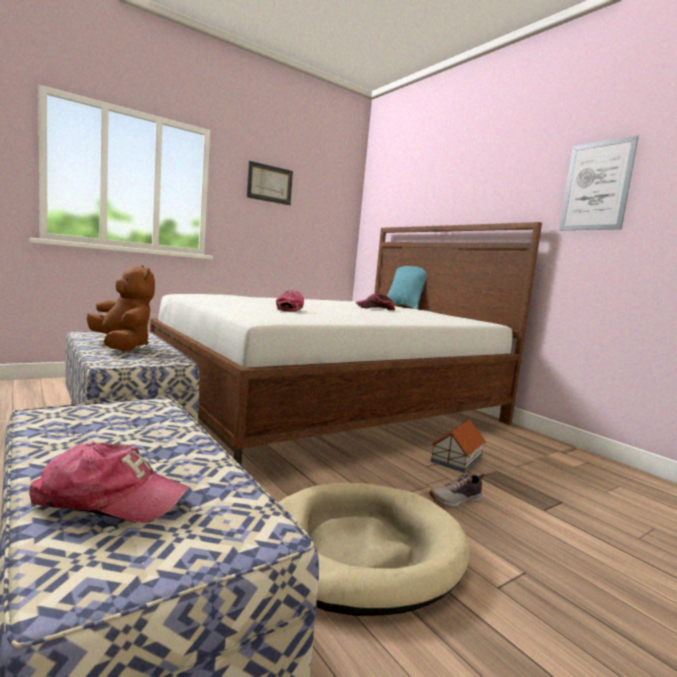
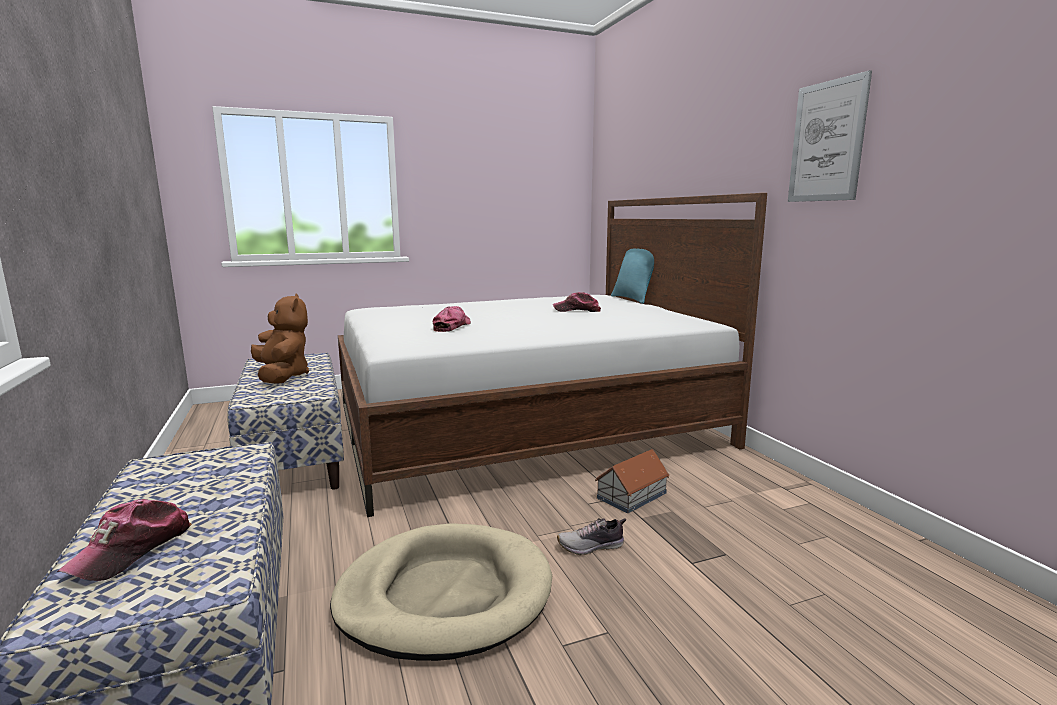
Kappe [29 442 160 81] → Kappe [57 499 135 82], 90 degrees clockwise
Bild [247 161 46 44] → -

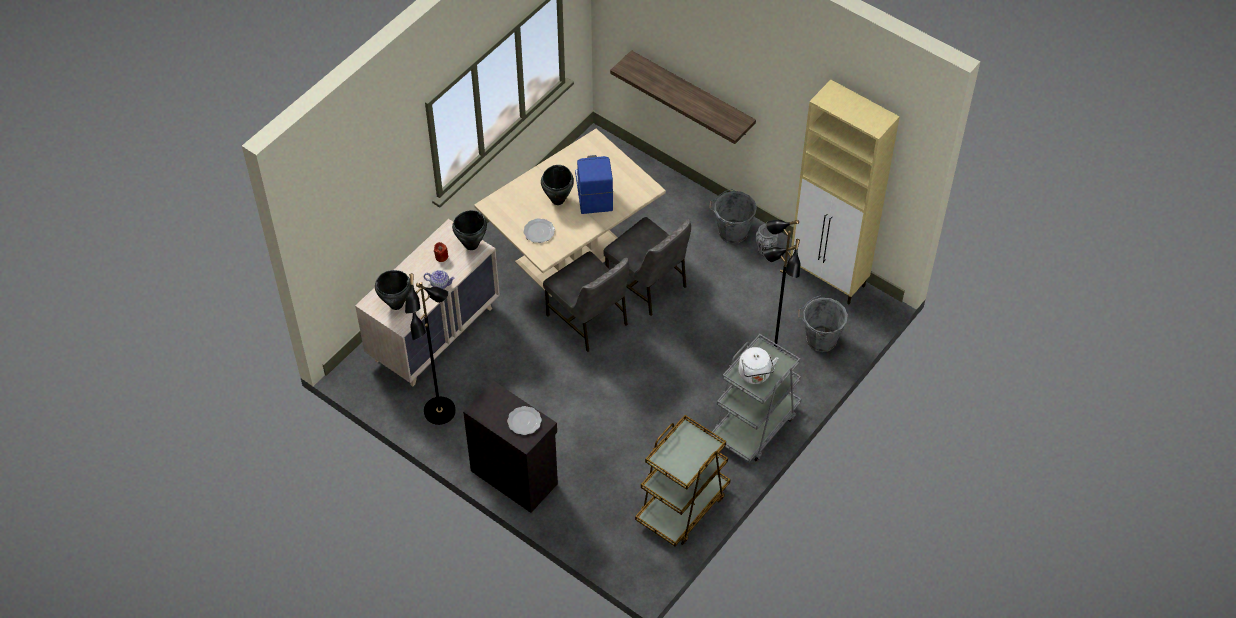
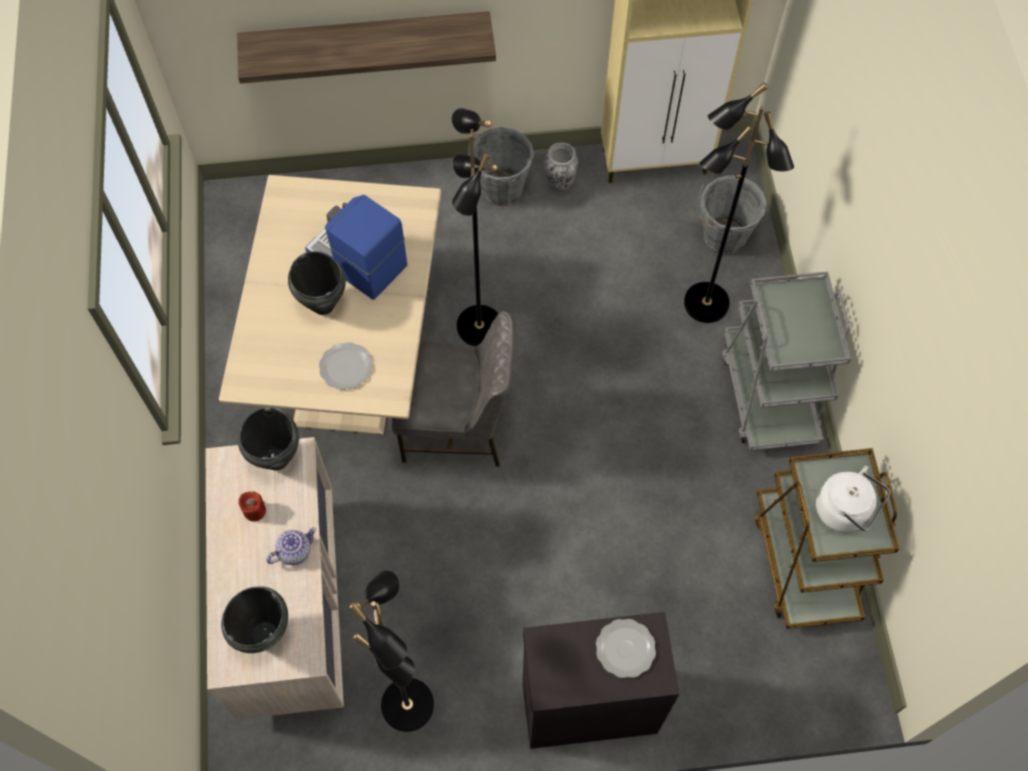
Stuhl/grau [603 217 88 99] → Stehlampe/schwarz [452 108 46 238]
Wasserkessel/weiß [739 347 39 37] → Wasserkessel/weiß [816 466 74 66], shifted

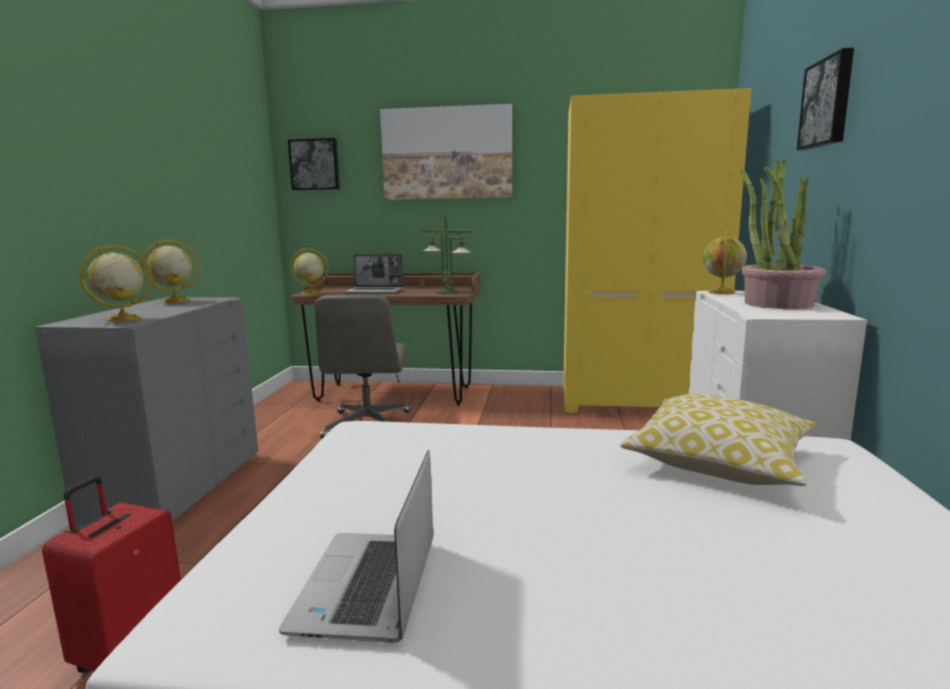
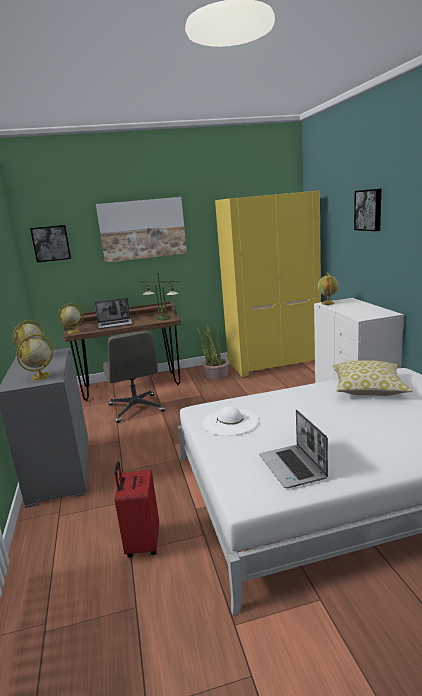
Topfpflanze [741 159 85 150] → Topfpflanze [196 325 34 54], shifted
- → Hut/weiß [203 406 56 30]

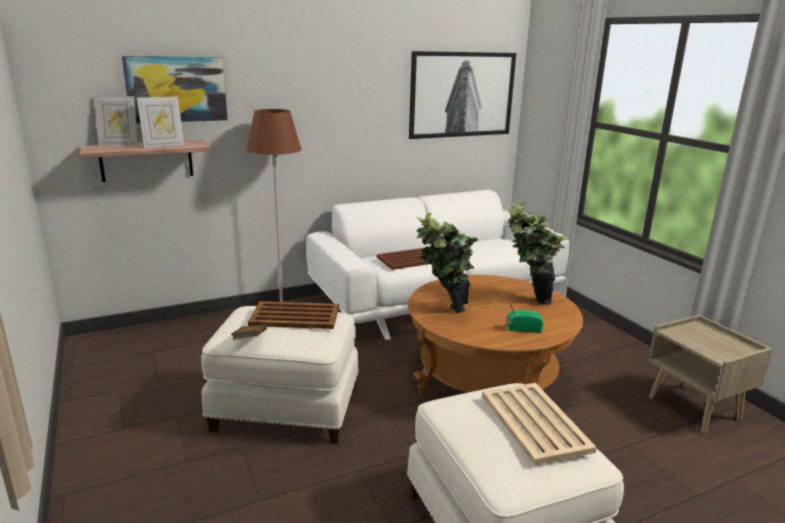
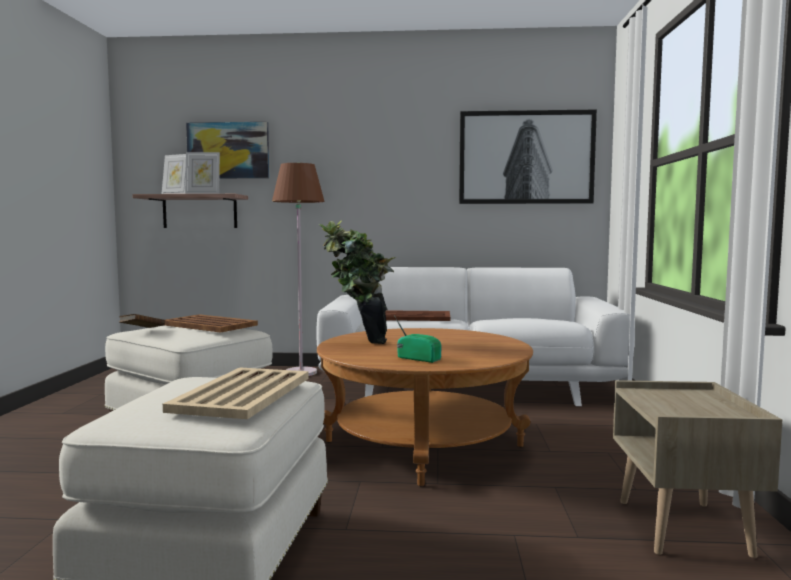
Topfpflanze [506 202 63 103] → -

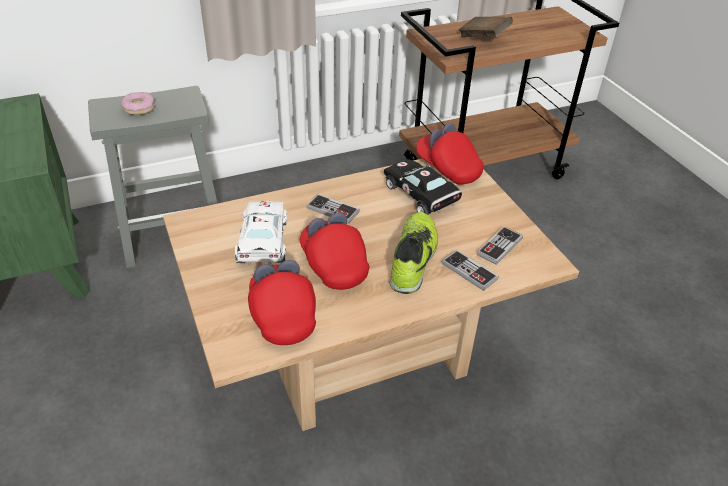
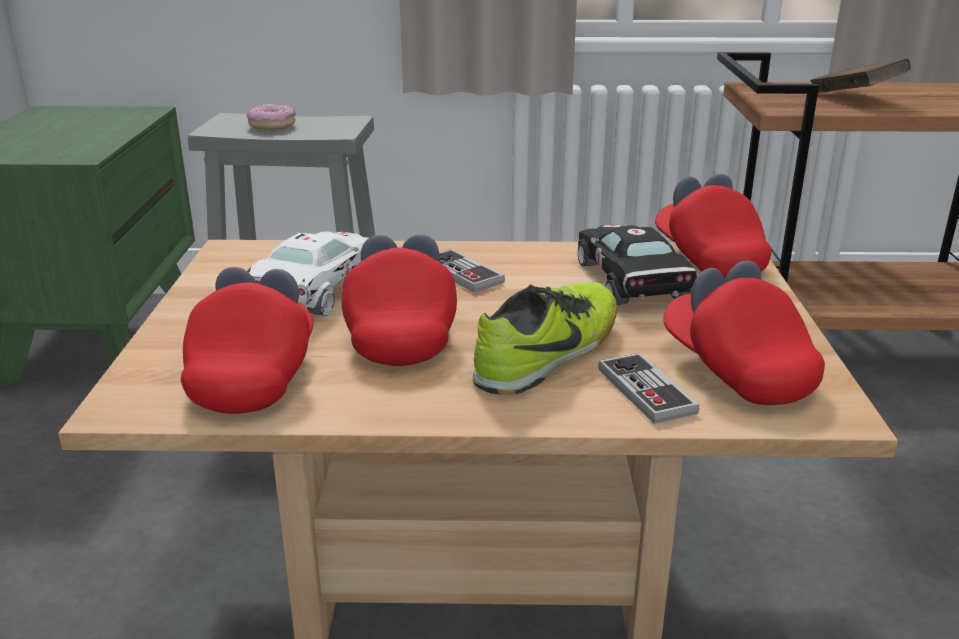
Gamepad [477 226 46 39] → Kappe/rot [663 260 162 145]

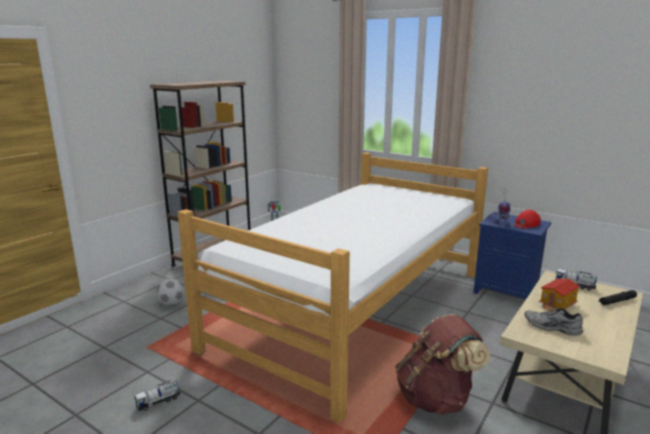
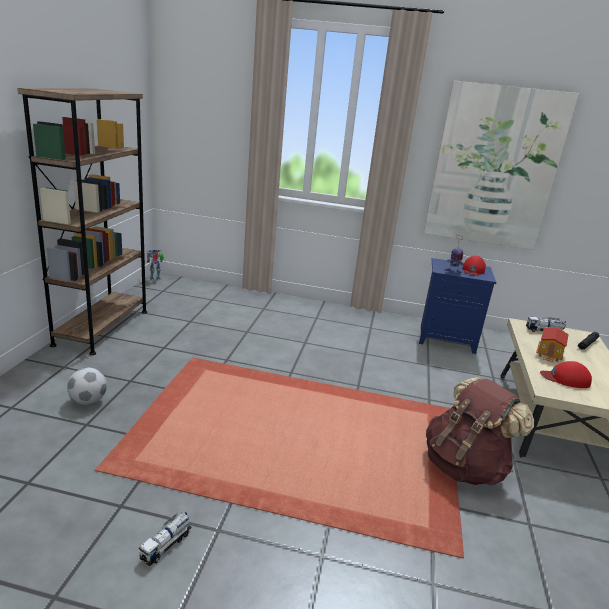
- → Bild [424 81 155 169]
Schuh/grau [524 308 59 28] → Kappe/rot [540 361 52 27]
Bett [178 152 310 271] → -

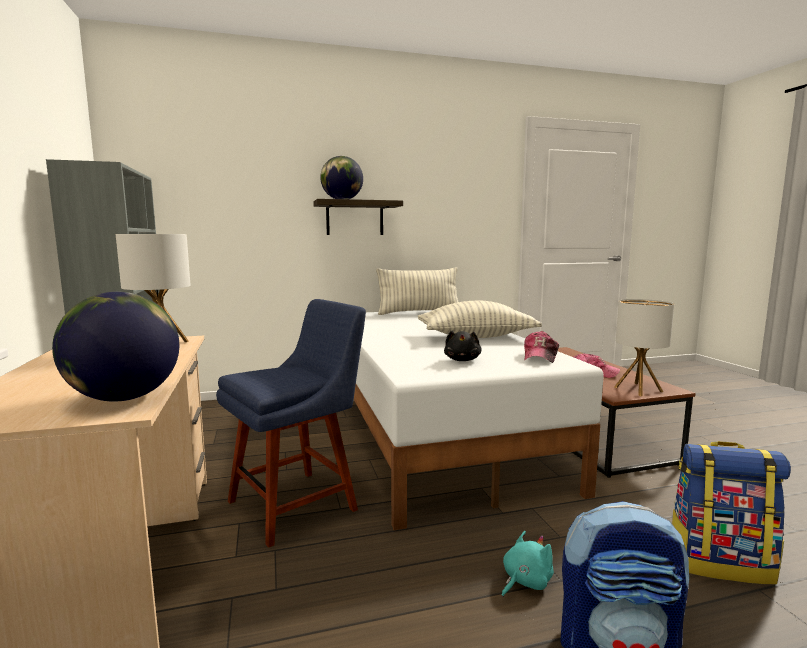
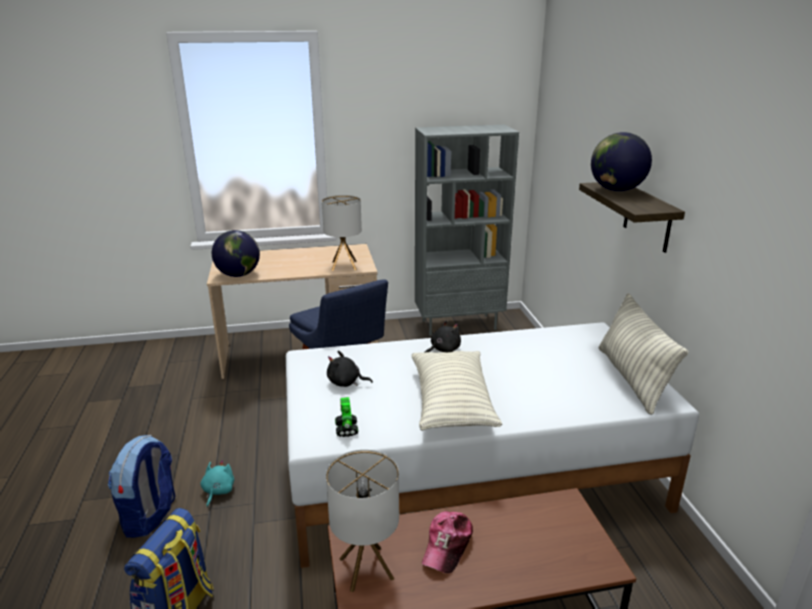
Plüschtier/türkis [502 531 52 66] → Plüschtier/türkis [200 460 34 48], 135 degrees counterclockwise
Kappe [524 331 35 32] → Spielzeugroboter [335 397 23 40]
- → Plüschtier/schwarz [424 320 37 33]

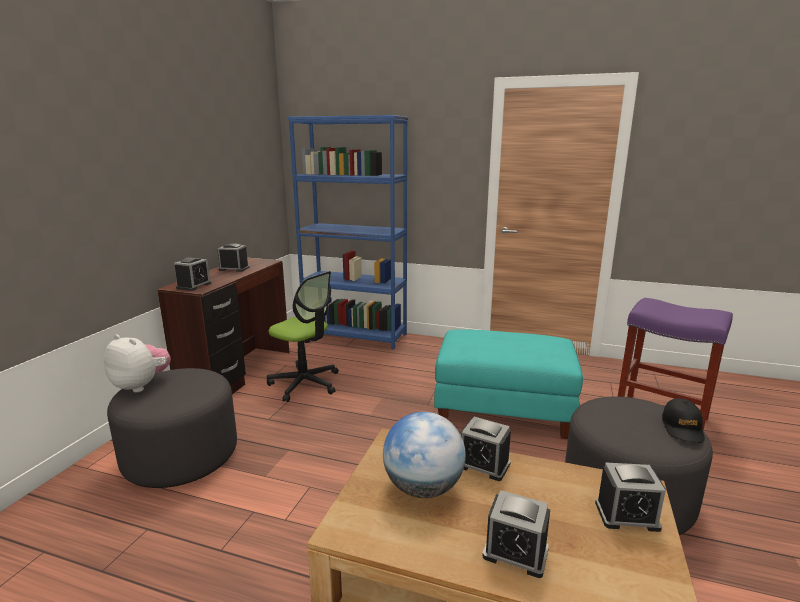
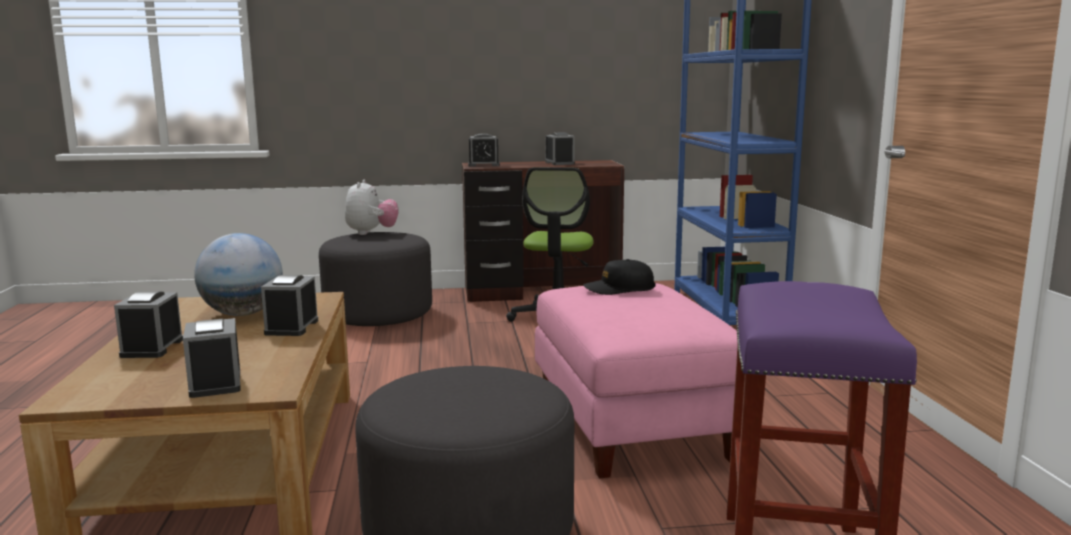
Polsterhocker/türkis [434 329 149 110] → Polsterhocker/rosa [535 283 203 196]
Kappe/schwarz [662 398 43 45] → Kappe/schwarz [583 259 73 36], shifted

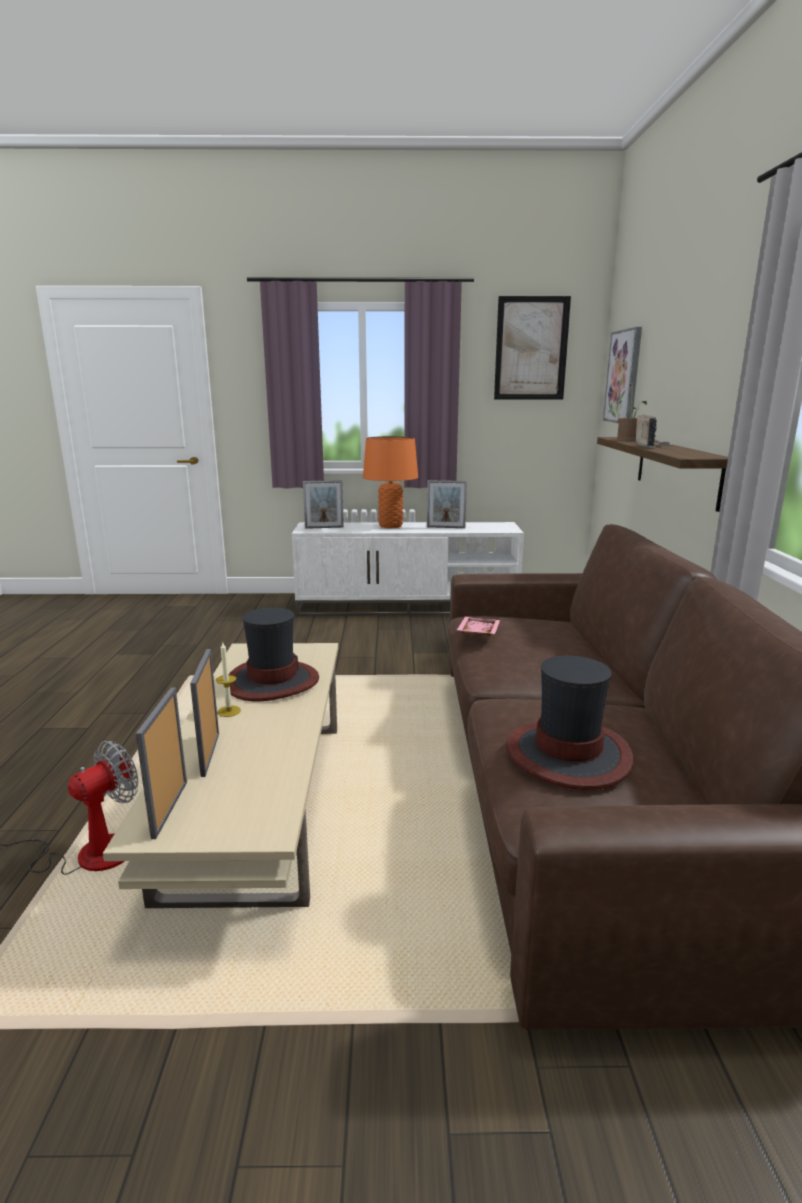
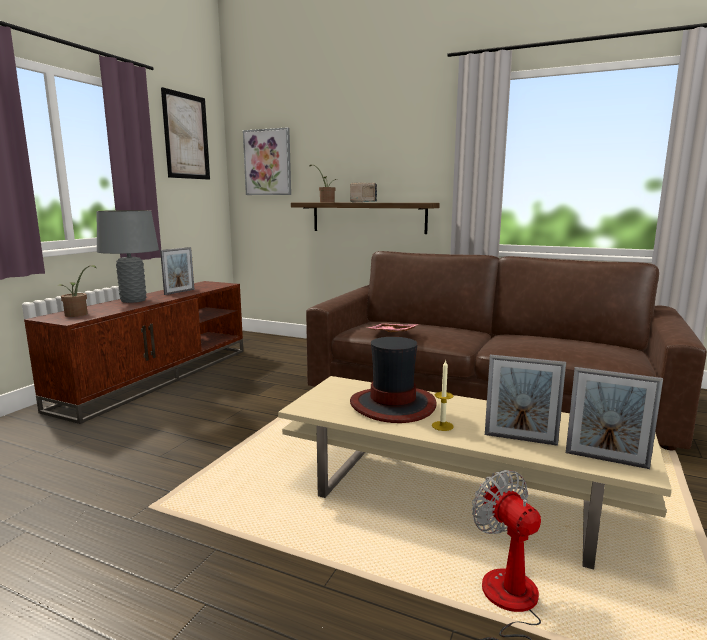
Fernsehschrank/weiß [292 522 232 94] → Fernsehschrank/braun [24 281 220 143]
Bilderrahmen [303 480 41 49] → Topfpflanze [55 265 41 52]
Tischlampe/orange [363 436 55 92] → Tischlampe/grau [97 210 62 93]
Hut [506 656 128 134] → -

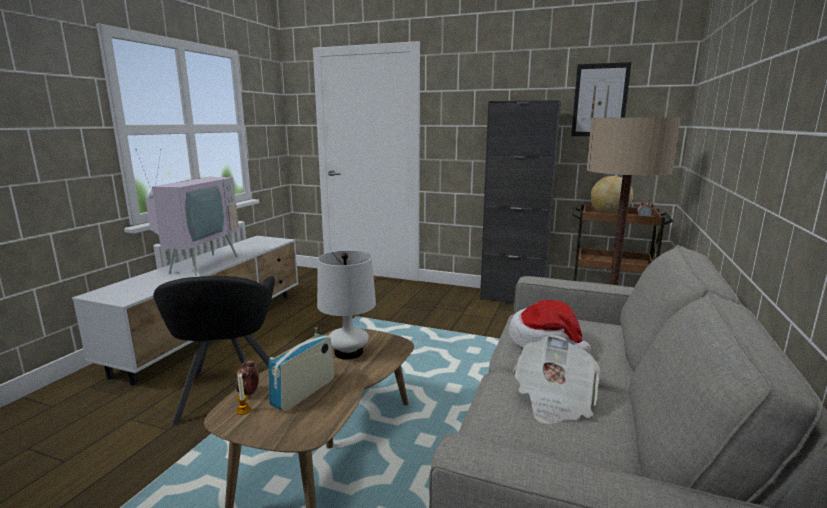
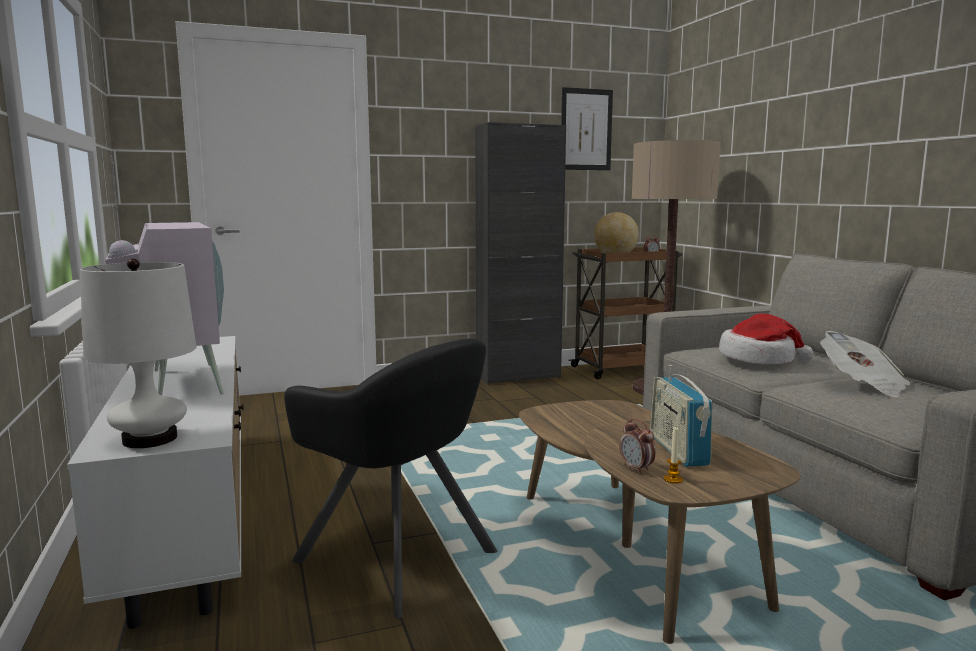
Tischlampe/weiß [317 251 59 109] → Tischlampe/weiß [80 259 116 189], shifted

